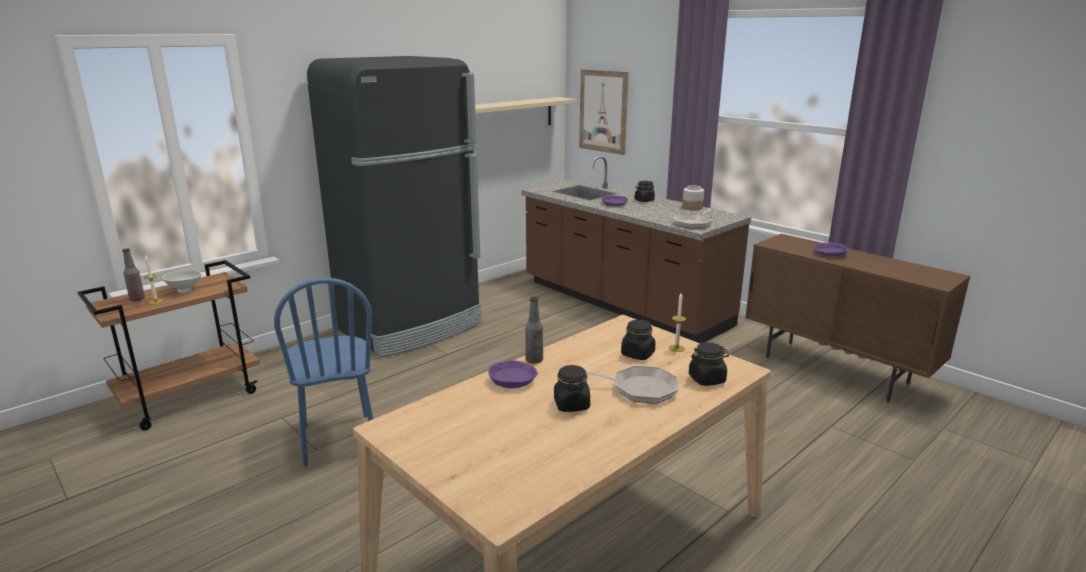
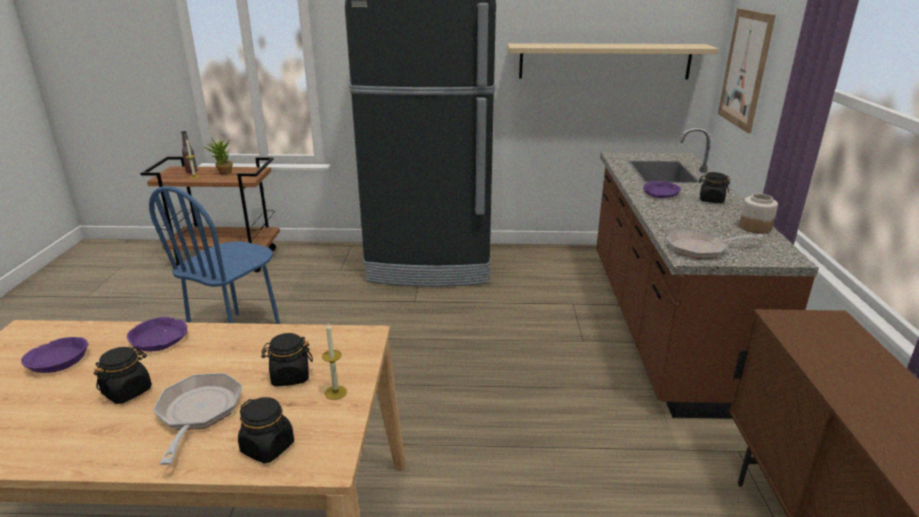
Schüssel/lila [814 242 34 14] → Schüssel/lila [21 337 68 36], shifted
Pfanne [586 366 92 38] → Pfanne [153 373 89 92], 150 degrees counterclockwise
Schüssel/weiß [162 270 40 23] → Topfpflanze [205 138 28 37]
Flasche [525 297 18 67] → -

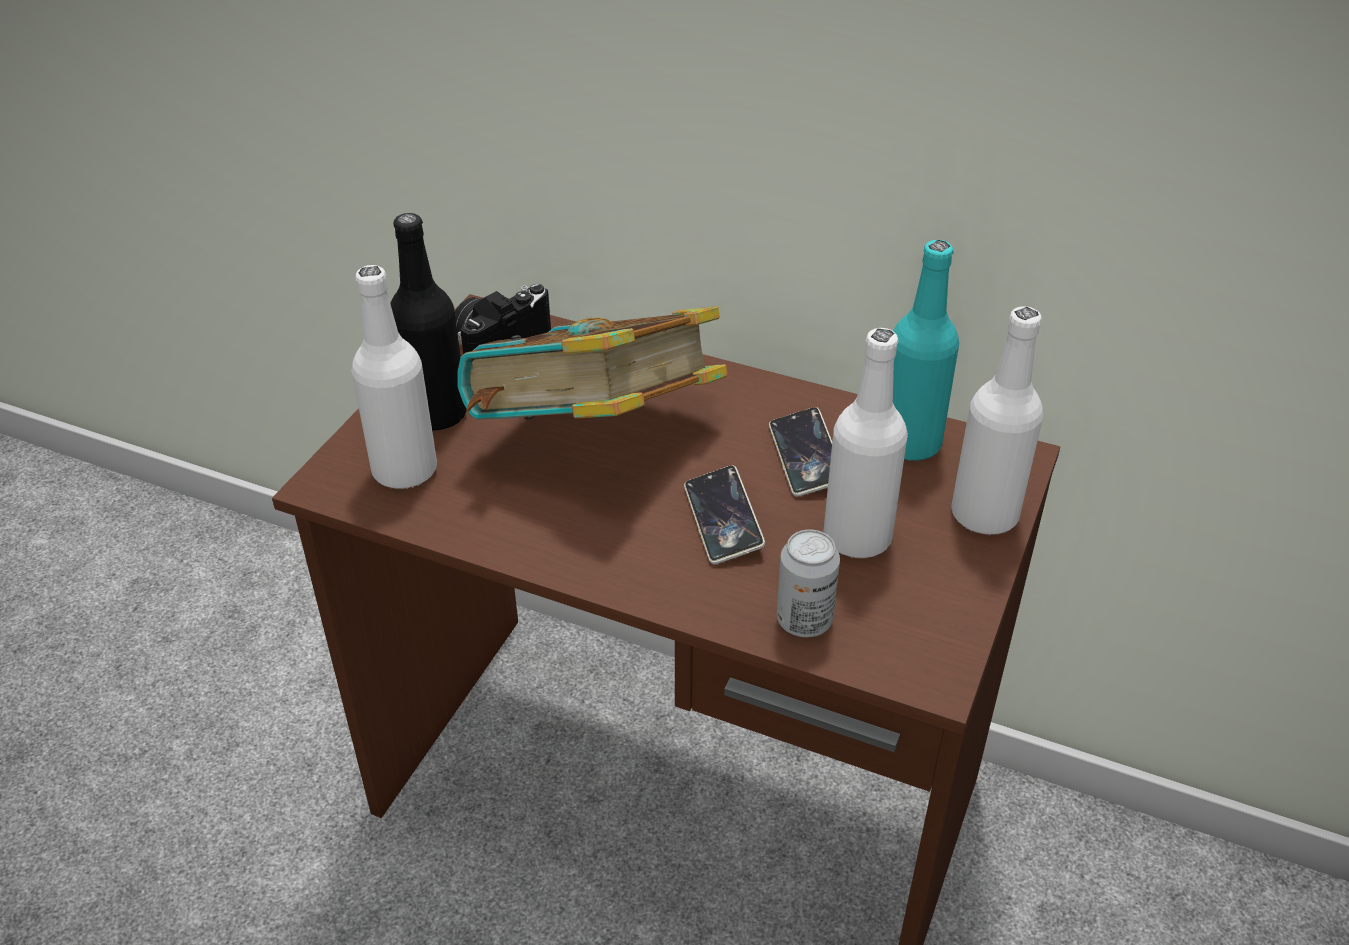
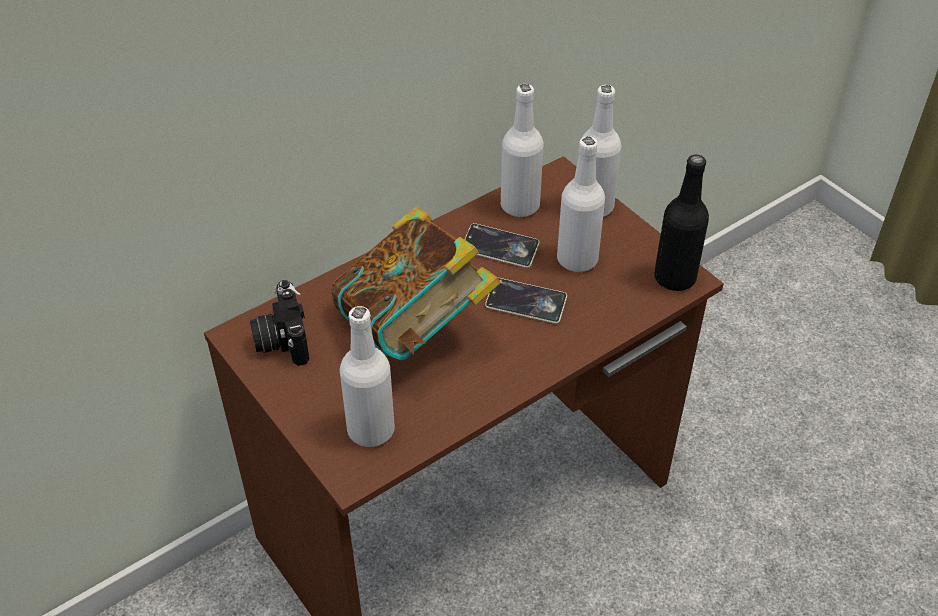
Flasche/türkis [893 240 66 221] → Flasche/weiß [501 84 43 133]
Flasche/schwarz [390 213 77 218] → Flasche/schwarz [654 155 55 136], shifted
Dose [777 530 63 107] → -

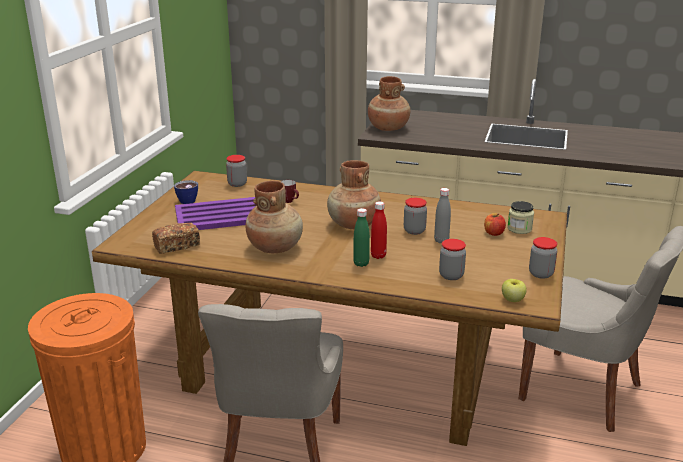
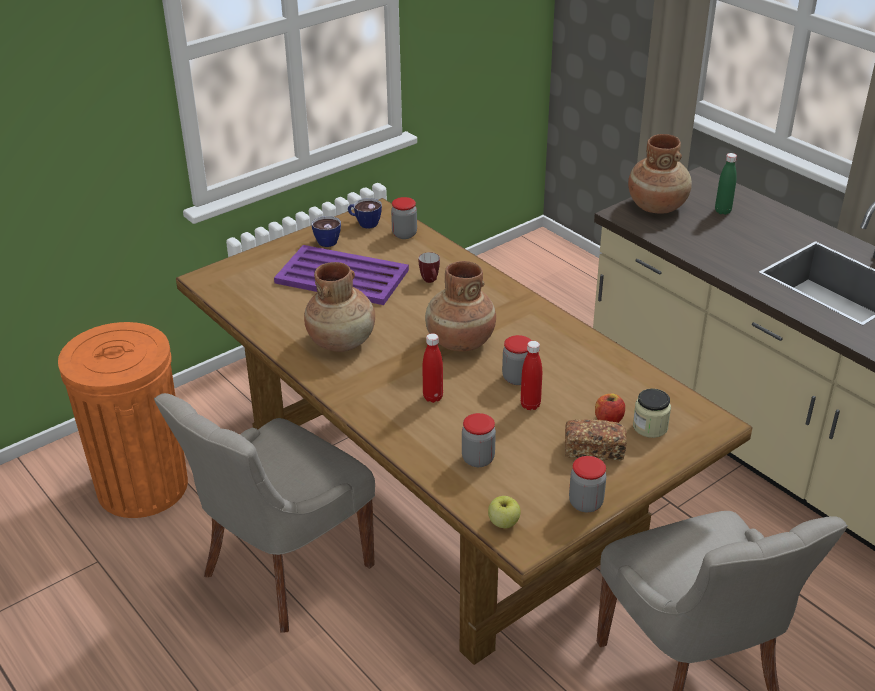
- → Tasse [348 198 34 31]
Flasche/grau [434 188 17 55] → Flasche/rot [520 341 22 69]
Brot [152 222 48 32] → Brot [565 419 62 42], shifted
Flasche/grün [353 208 17 59] → Flasche/grün [715 153 22 62], shifted

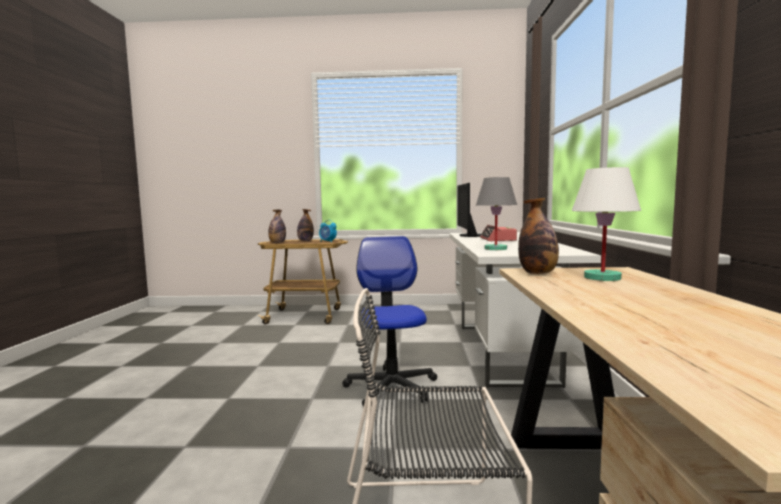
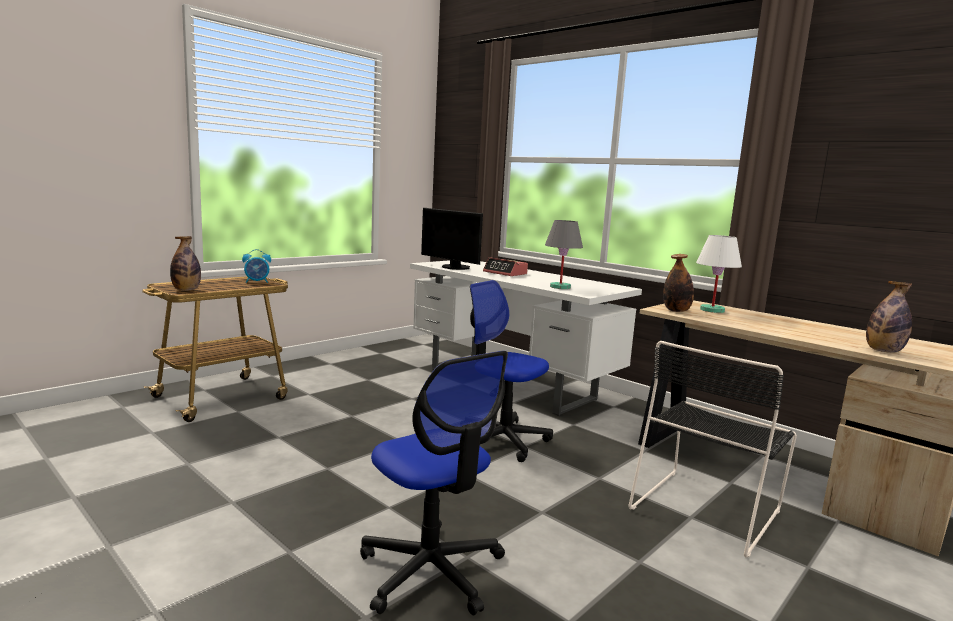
- → Bürostuhl [360 351 148 264]
Flasche [297 209 17 32] → Flasche [866 281 46 72], shifted

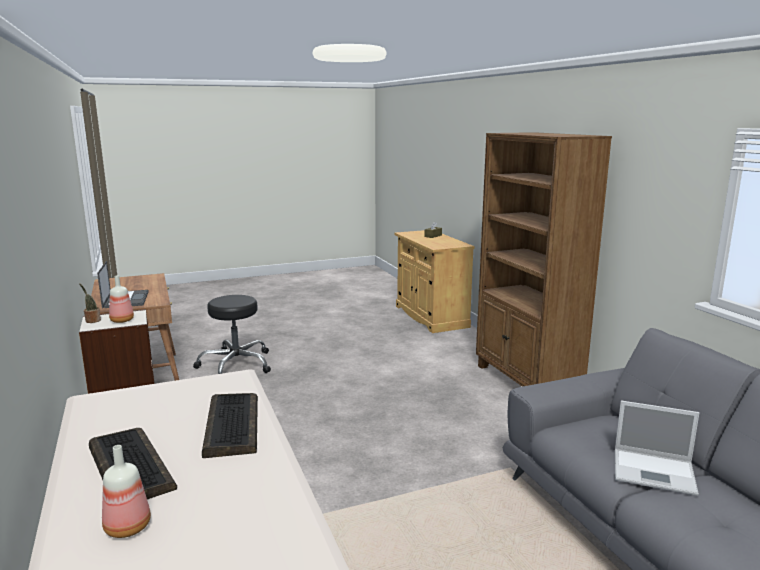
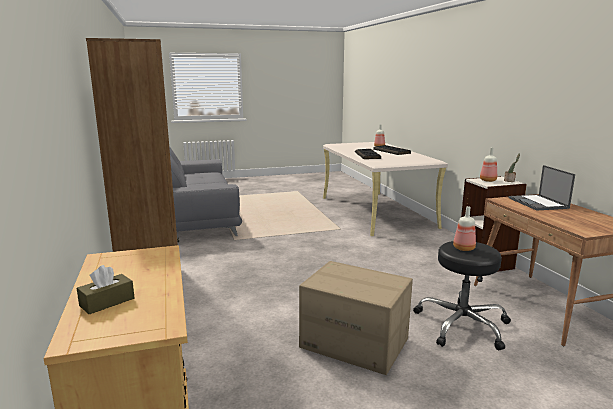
- → Karton [299 261 114 114]
- → Flasche [453 206 23 45]
Laptop [615 401 84 95] → -

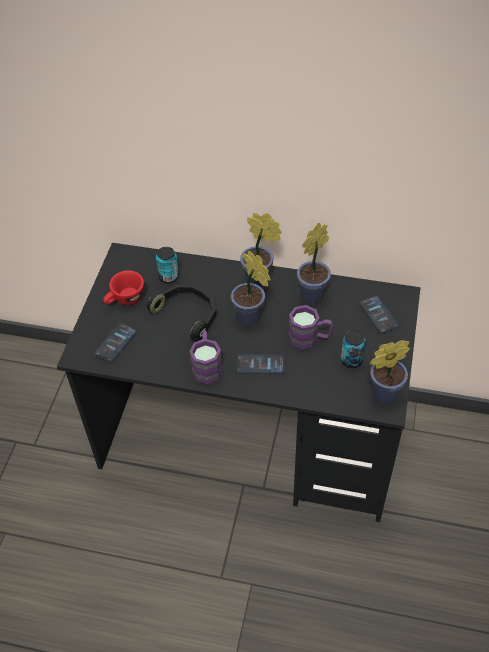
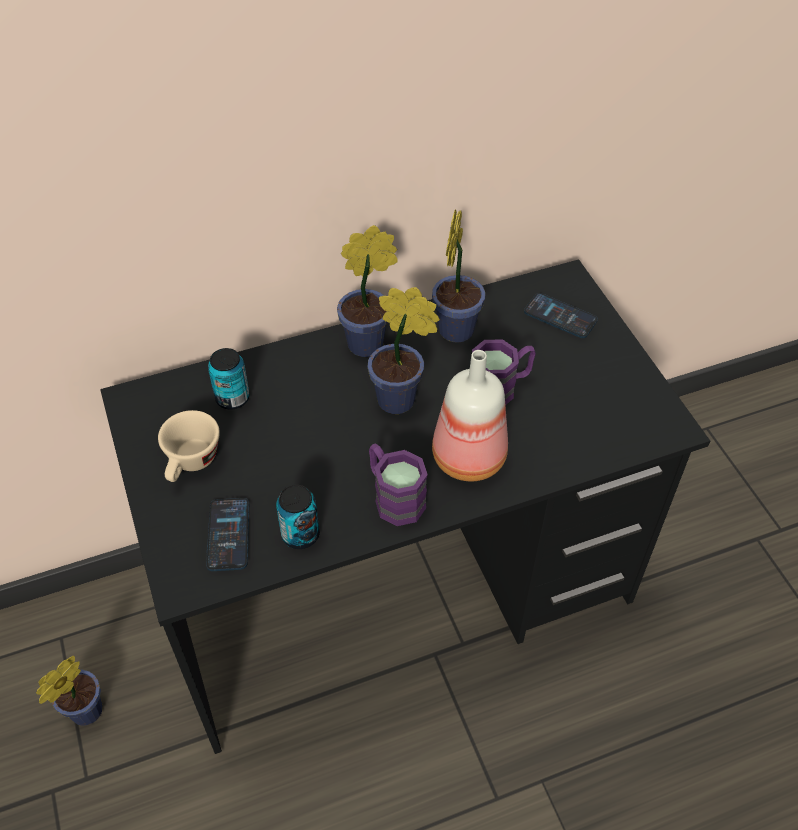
Topfpflanze [370 340 40 64] → Topfpflanze [36 655 67 71], shifted
Tasse/rot [103 270 41 35] → Tasse/beige [158 410 62 72]
Dose [341 330 25 38] → Dose [276 485 44 64], shifted
Handy [236 354 48 20] → Flasche [432 350 76 131]
Kopfhörer/schwarz [147 285 69 57] → -

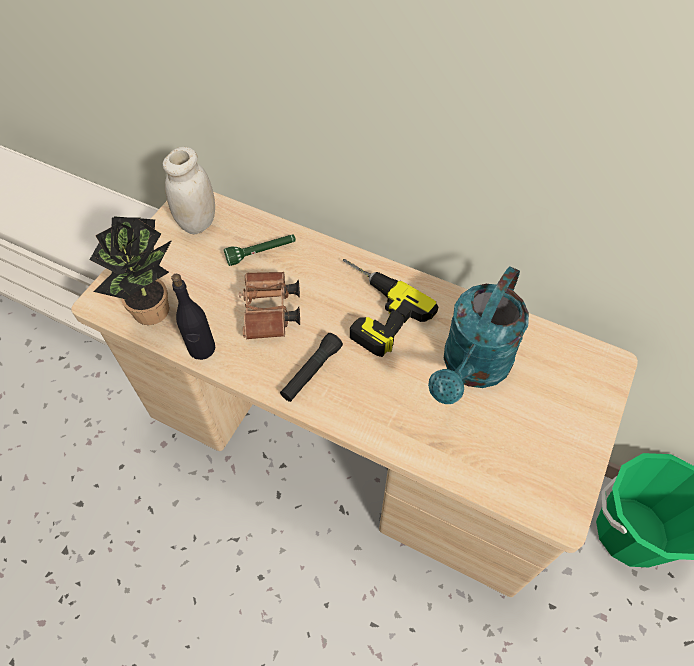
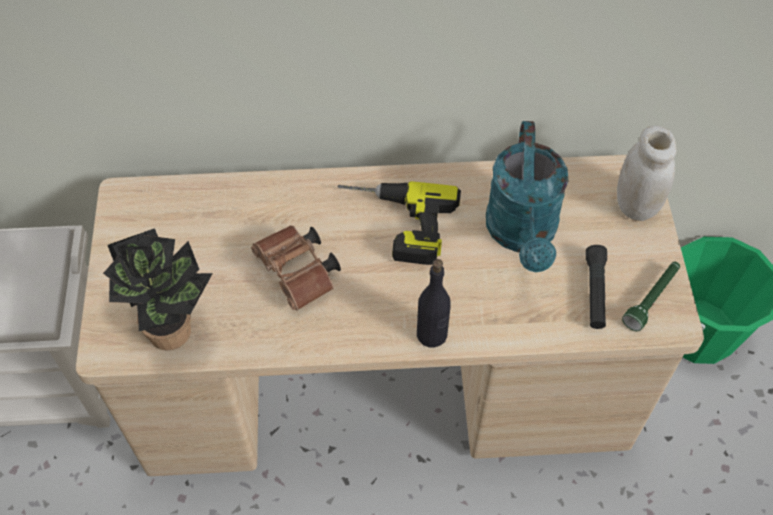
Flasche/schwarz [171 274 44 86] → Flasche/schwarz [417 259 33 88], shifted
Taschenlampe/schwarz [280 333 63 69] → Taschenlampe/schwarz [586 245 21 84], shifted
Vorratsglas/weiß [163 147 52 87] → Vorratsglas/weiß [617 126 60 95], shifted
Taschenlampe/grün [224 234 72 32] → Taschenlampe/grün [622 262 58 69], shifted

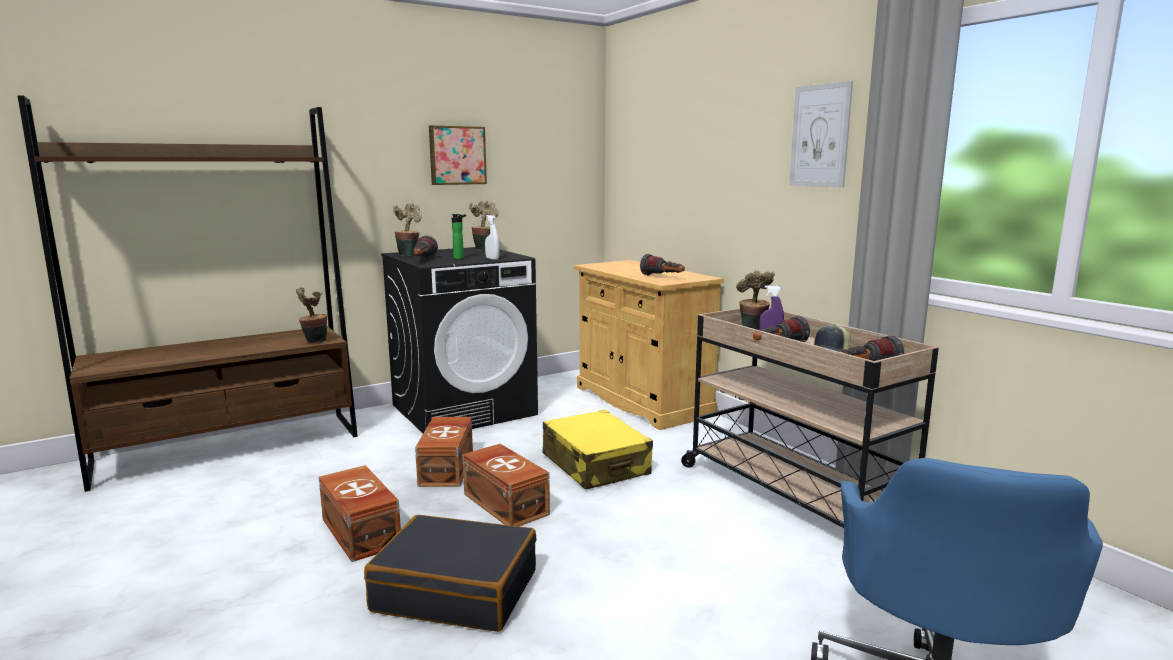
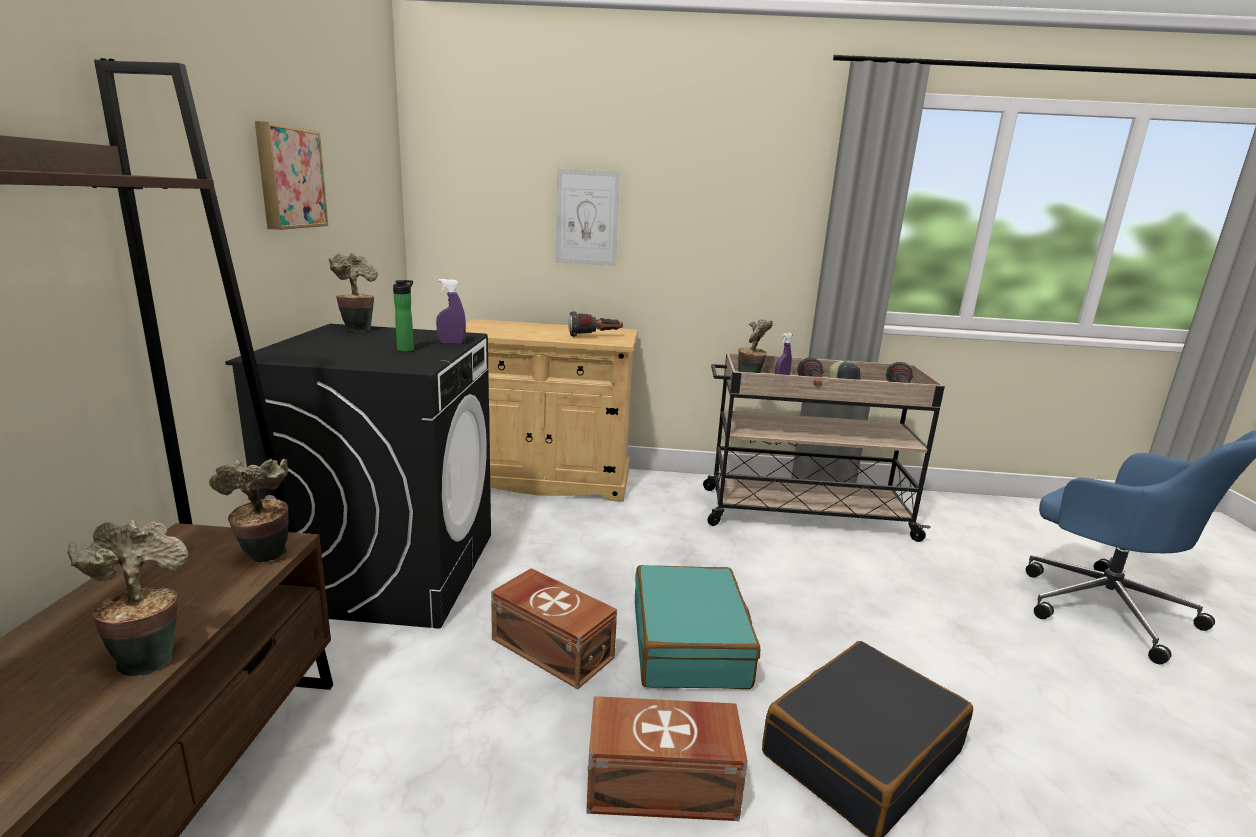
Topfpflanze [393 203 29 53] → Topfpflanze [68 520 120 156], shifted
Sprühflasche/weiß [485 215 14 45] → Sprühflasche/lila [436 279 30 65]
Bild [789 81 64 106] → Bild [556 169 64 97], shifted
Aufbewahrungsbox/braun [463 444 87 83] → Koffer/türkis [635 565 125 124]
Taschenlampe [413 235 25 23] → -
Koffer/gelb [543 410 110 80] → -

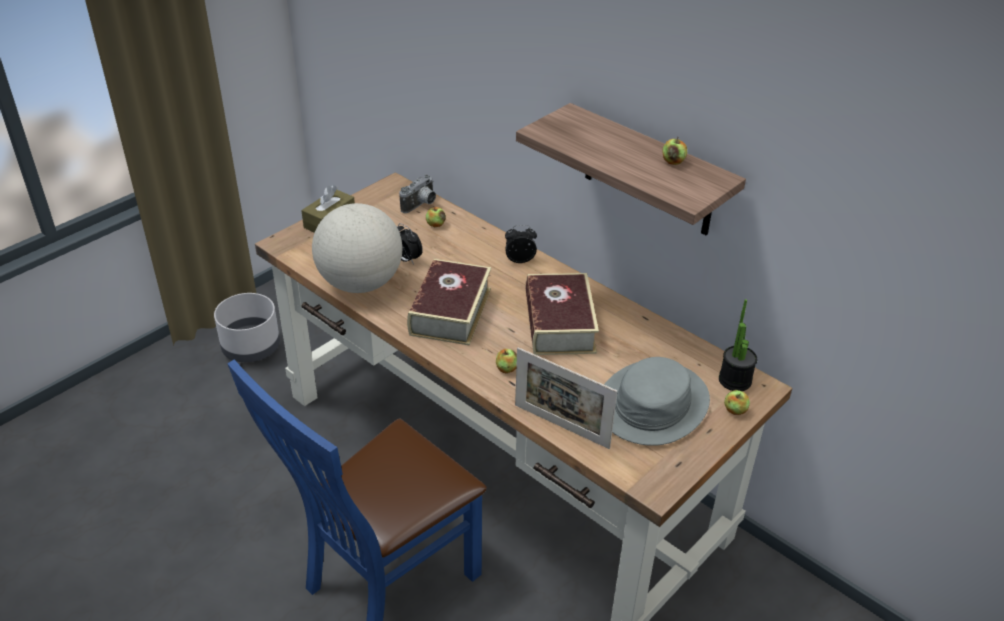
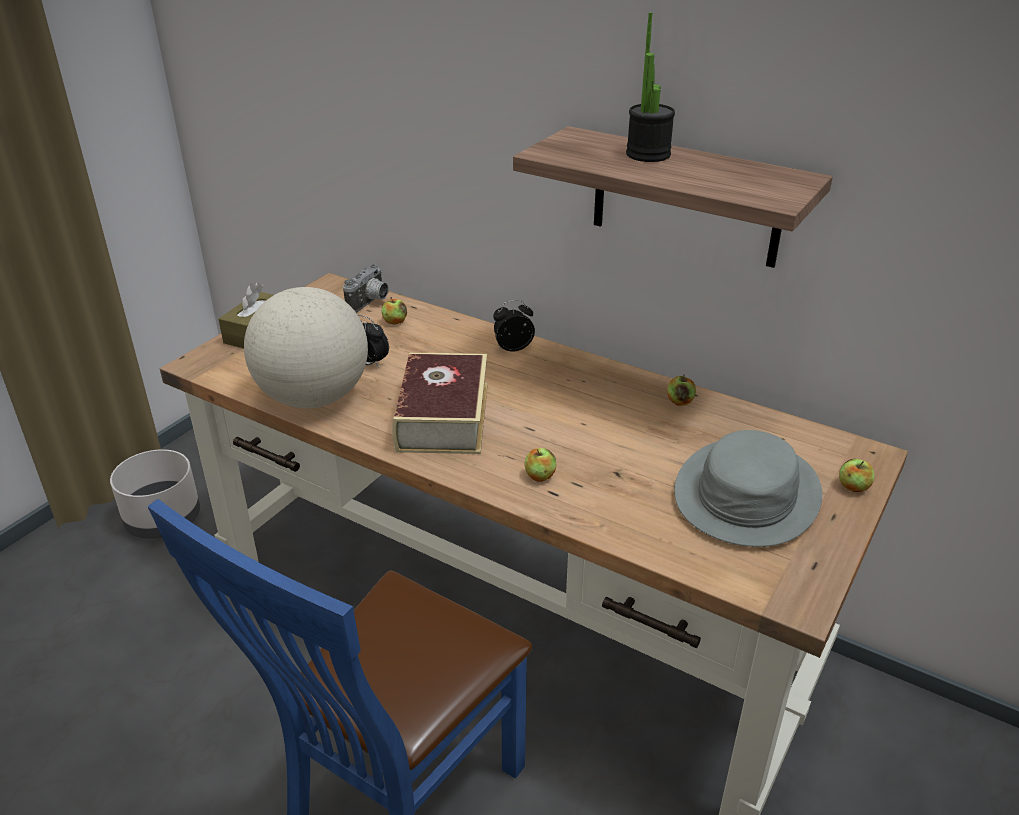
Topfpflanze [719 299 38 92] → Topfpflanze [626 12 49 150], shifted
Apfel [663 137 24 28] → Apfel [667 374 29 32], shifted
Bilderrahmen [515 347 102 102] → -
Buch [526 273 73 82] → -

